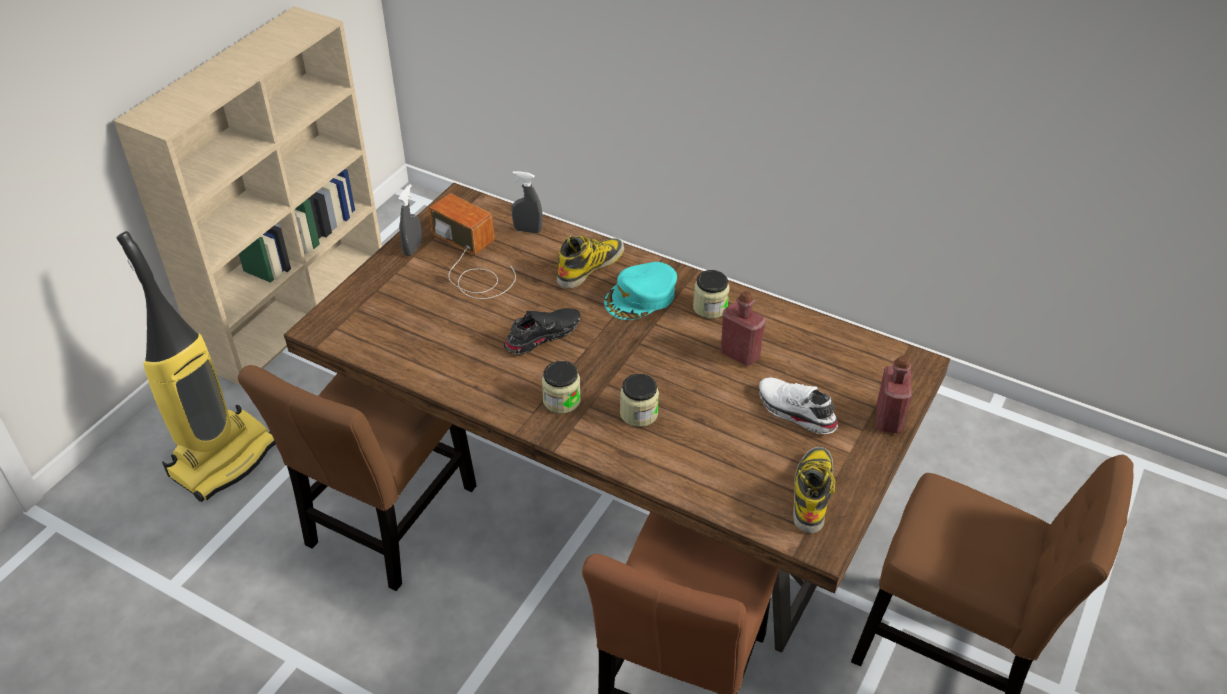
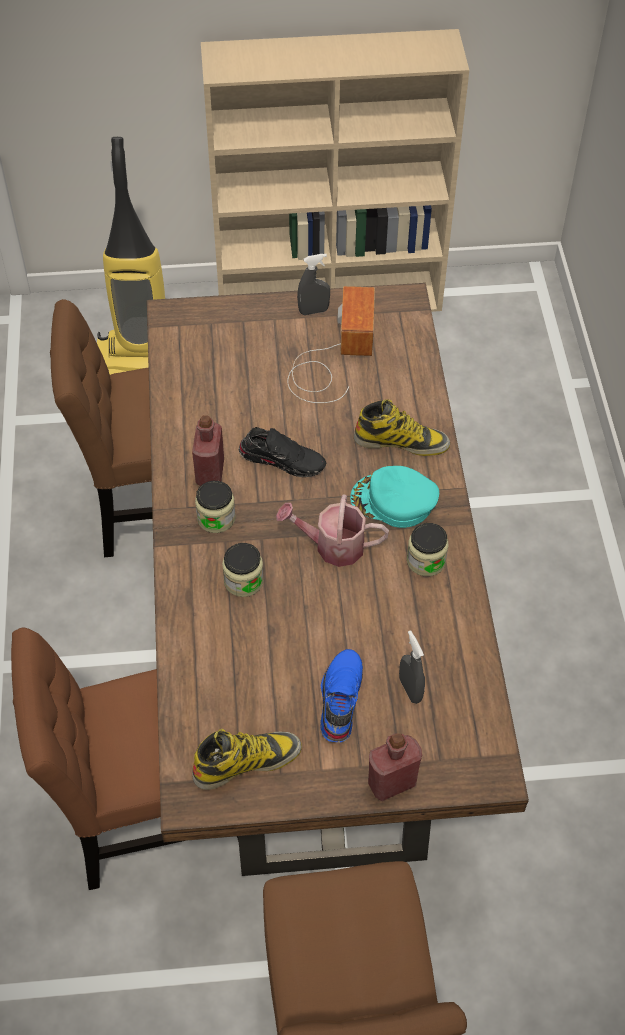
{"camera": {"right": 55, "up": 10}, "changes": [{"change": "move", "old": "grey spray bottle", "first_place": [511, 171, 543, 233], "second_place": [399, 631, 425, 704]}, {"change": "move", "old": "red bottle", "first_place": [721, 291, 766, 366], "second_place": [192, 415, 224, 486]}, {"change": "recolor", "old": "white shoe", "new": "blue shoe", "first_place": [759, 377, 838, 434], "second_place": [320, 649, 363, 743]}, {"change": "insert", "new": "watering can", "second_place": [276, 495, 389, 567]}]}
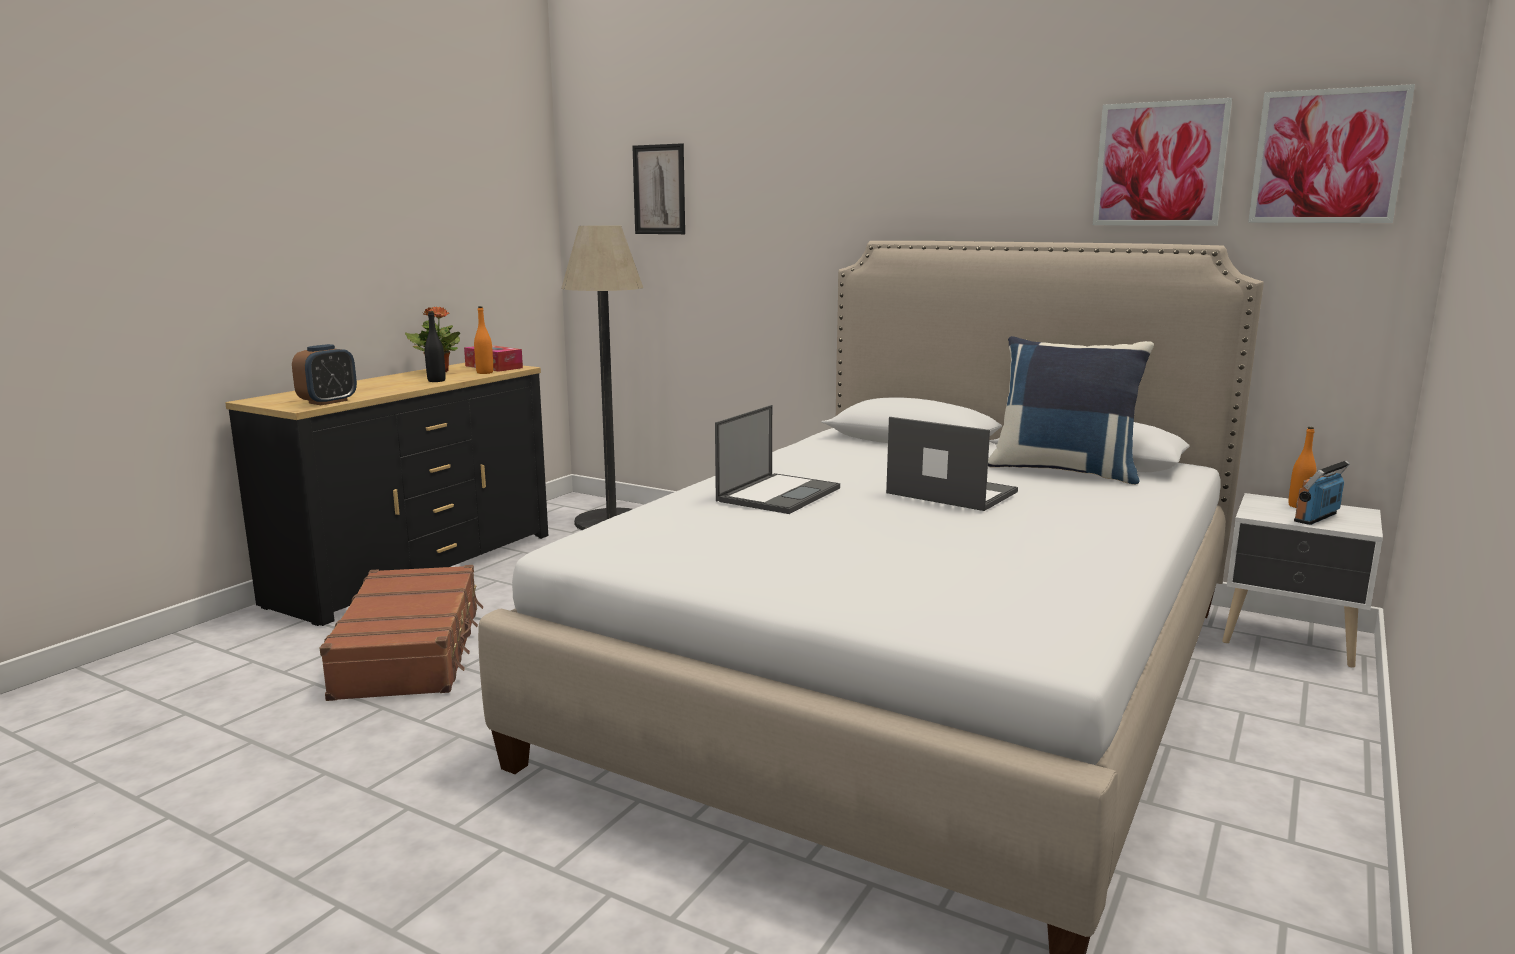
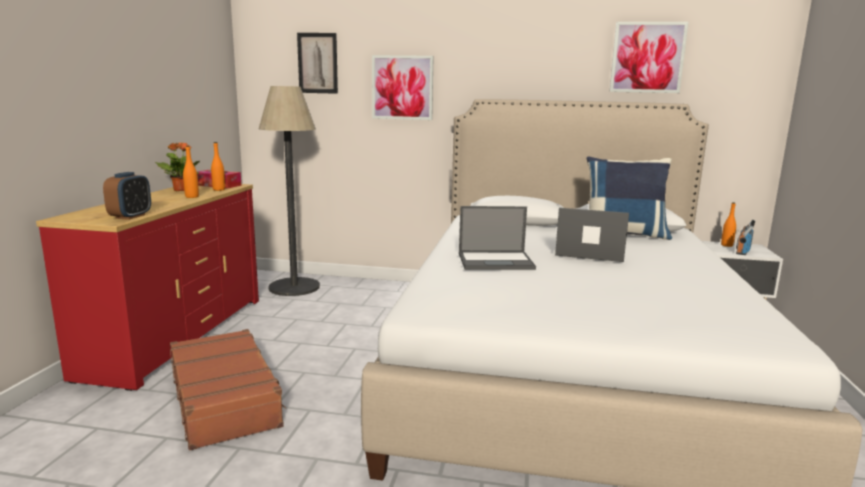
{"camera": {"right": -20, "up": 0}, "changes": [{"change": "move", "old": "picture", "first_place": [1248, 84, 1415, 223], "second_place": [372, 55, 434, 120]}, {"change": "recolor", "old": "black bottle", "new": "orange bottle", "first_place": [425, 311, 446, 382], "second_place": [183, 146, 199, 198]}, {"change": "recolor", "old": "black dresser", "new": "red dresser", "first_place": [225, 363, 548, 626], "second_place": [36, 184, 259, 391]}, {"change": "rotate", "old": "laptop", "first_place": [715, 405, 840, 514], "second_place": [459, 206, 536, 270], "degrees": 75}]}
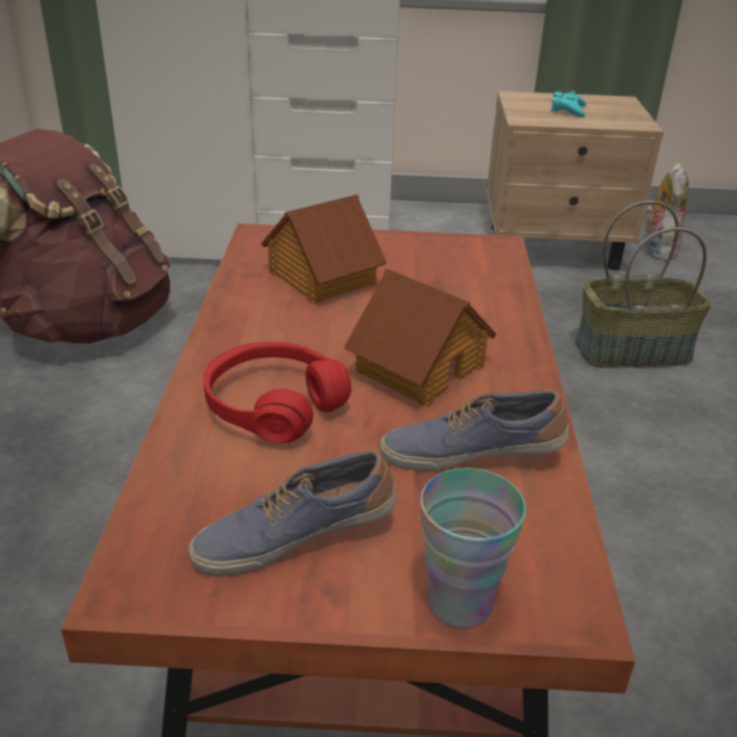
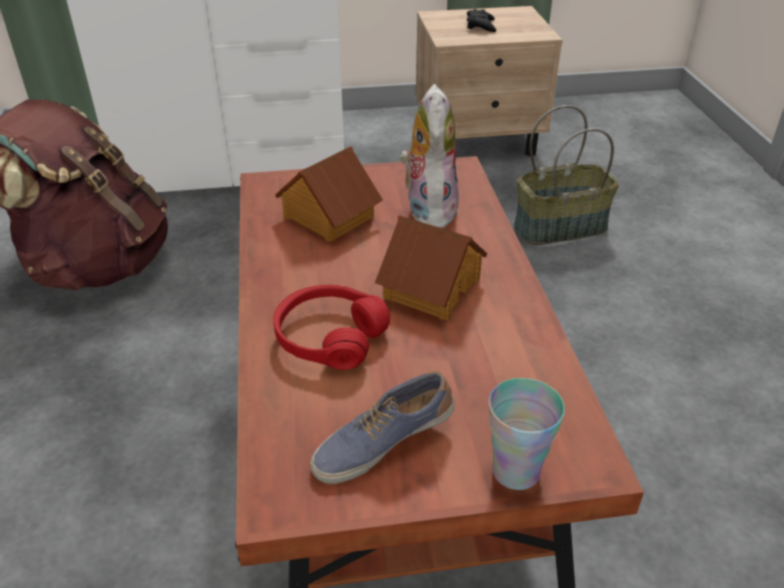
{"camera": {"right": -10, "up": 5}, "changes": [{"change": "recolor", "old": "turquoise game controller", "new": "black game controller", "first_place": [551, 91, 587, 117], "second_place": [467, 9, 496, 32]}, {"change": "move", "old": "plush toy", "first_place": [646, 163, 689, 261], "second_place": [400, 84, 459, 229]}, {"change": "delete", "old": "shoe", "first_place": [380, 389, 569, 471]}]}
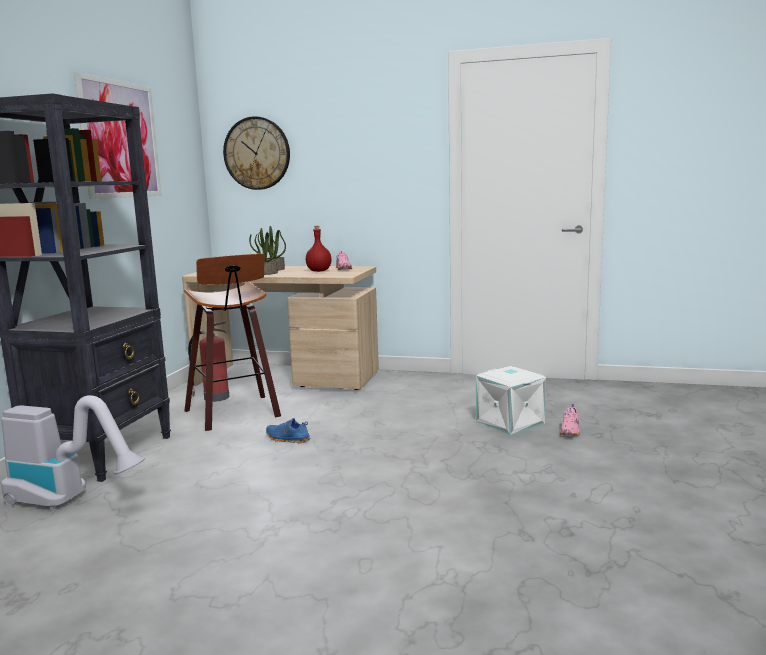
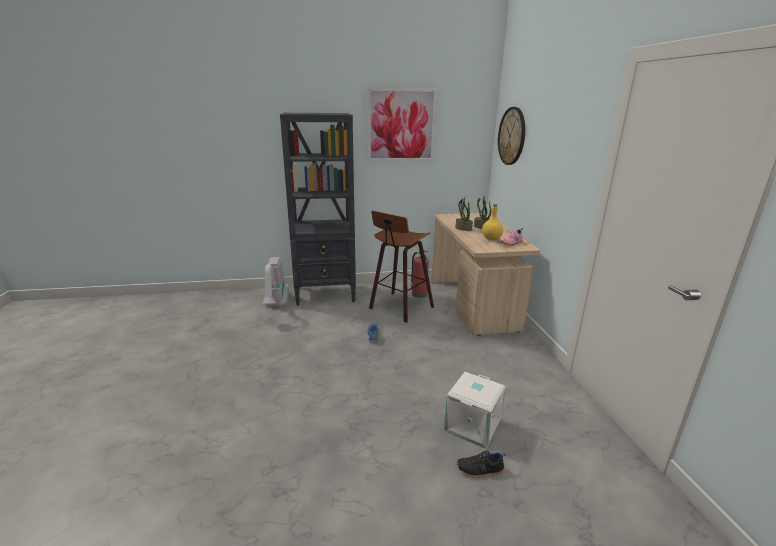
{"camera": {"right": 65, "up": 10}, "changes": [{"change": "recolor", "old": "red bottle", "new": "yellow bottle", "first_place": [306, 226, 332, 272], "second_place": [482, 204, 503, 240]}, {"change": "recolor", "old": "pink shoe", "new": "black shoe", "first_place": [560, 404, 580, 436], "second_place": [457, 451, 506, 478]}]}
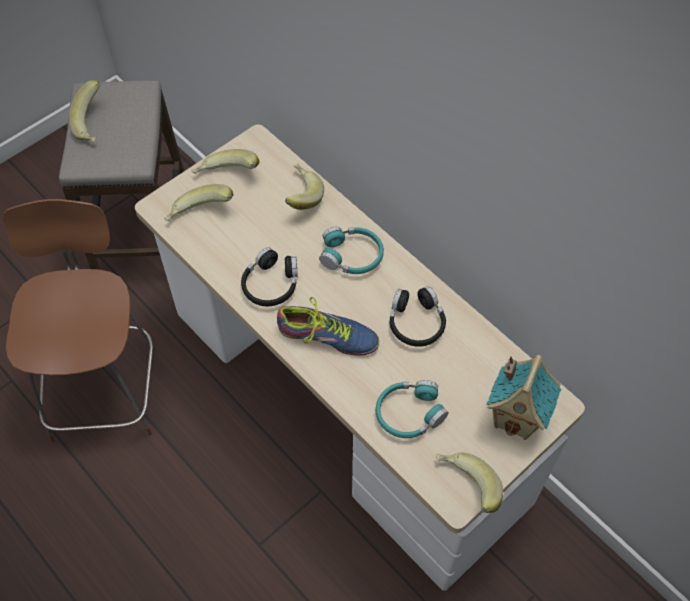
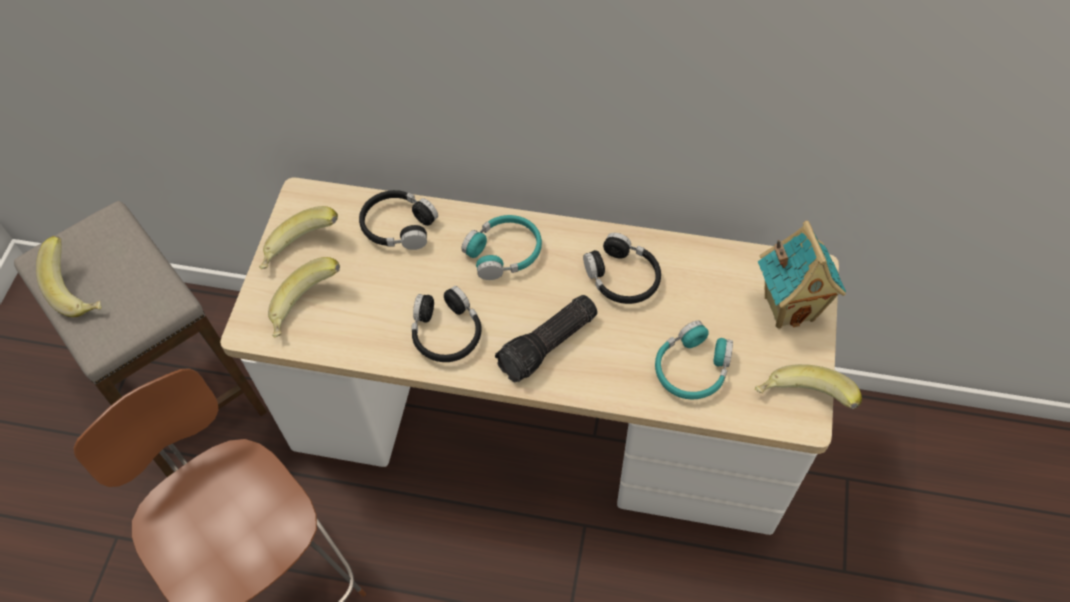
{"camera": {"right": -35, "up": 0}, "changes": [{"change": "replace", "old": "banana", "new": "black headphones", "first_place": [285, 163, 324, 210], "second_place": [359, 190, 438, 250]}, {"change": "replace", "old": "shoe", "new": "flashlight", "first_place": [277, 297, 379, 356], "second_place": [495, 295, 598, 382]}]}
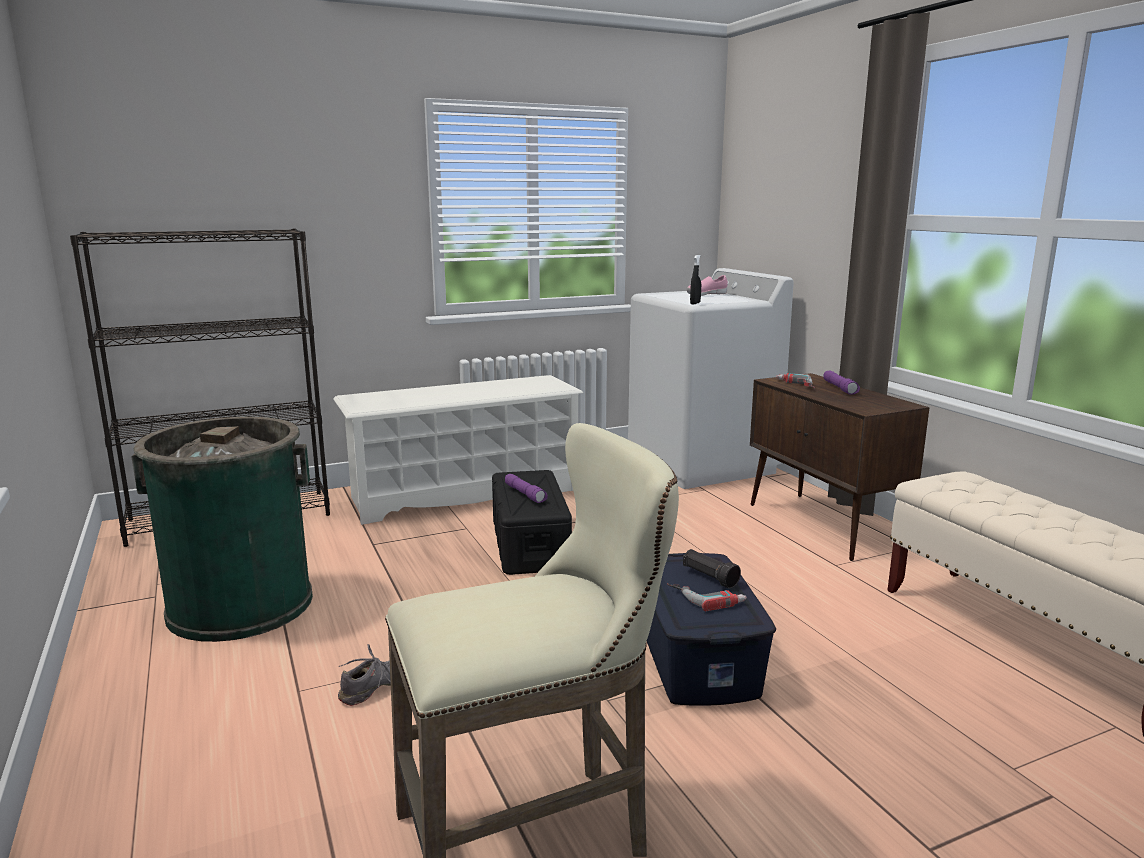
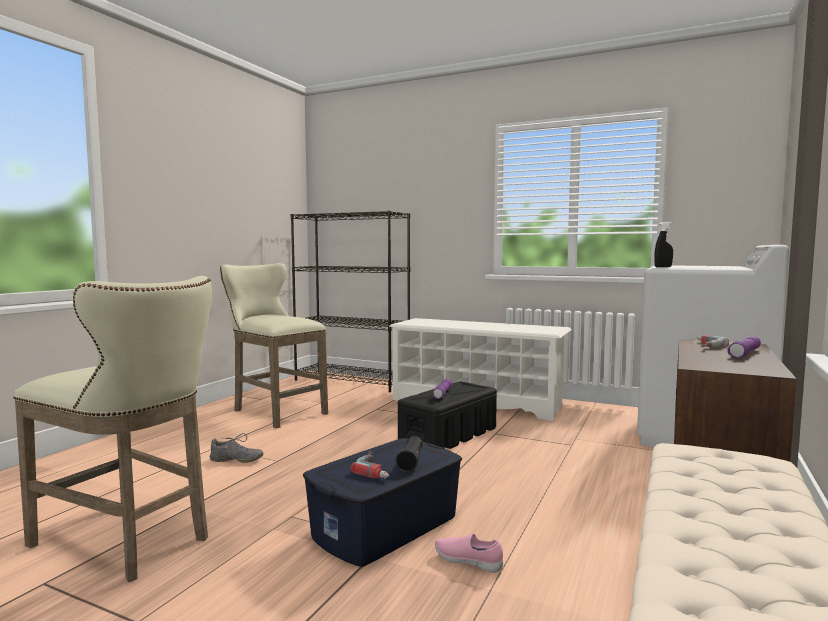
{"camera": {"right": 50, "up": -10}, "changes": [{"change": "move", "old": "pink shoe", "first_place": [687, 275, 728, 296], "second_place": [435, 534, 503, 573]}, {"change": "replace", "old": "green trash can", "new": "beige stool", "first_place": [132, 417, 313, 642], "second_place": [220, 263, 328, 429]}]}
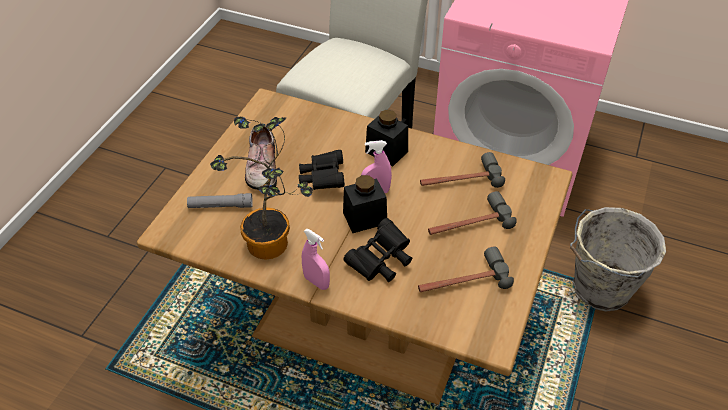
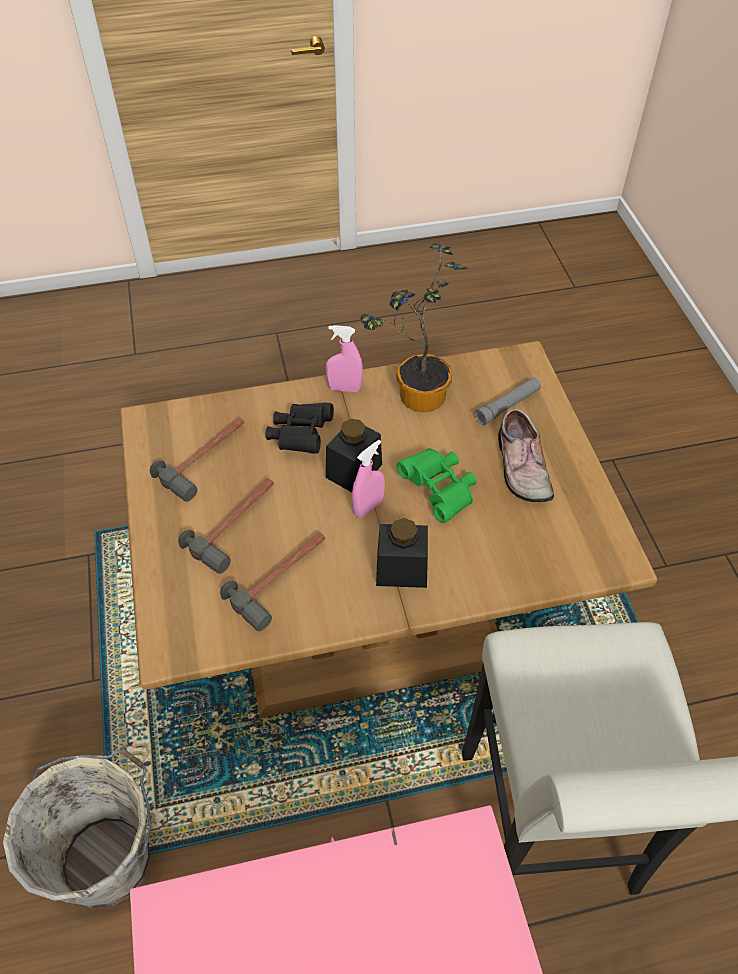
{"camera": {"right": 145, "up": 5}, "changes": [{"change": "rotate", "old": "shoe", "first_place": [245, 126, 277, 190], "second_place": [498, 409, 554, 502], "degrees": -150}, {"change": "recolor", "old": "black binoculars", "new": "green binoculars", "first_place": [299, 150, 345, 190], "second_place": [397, 448, 477, 523]}]}
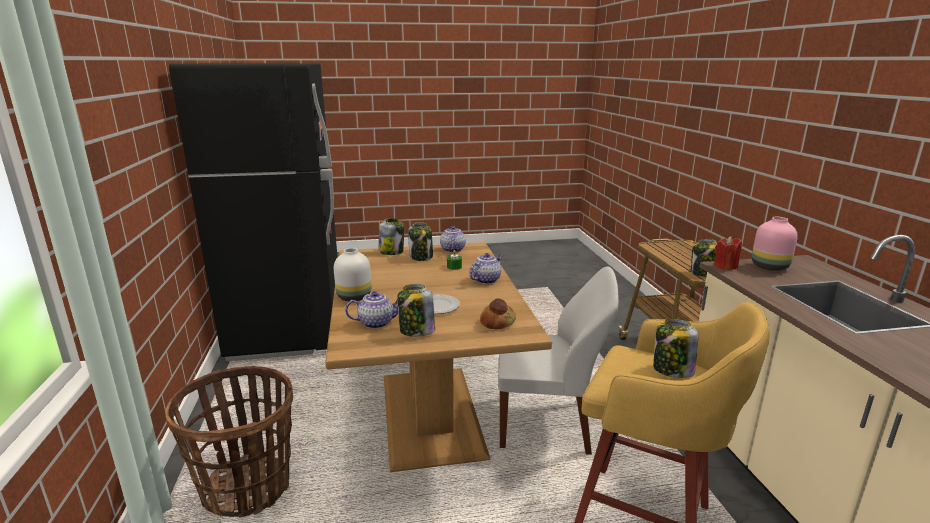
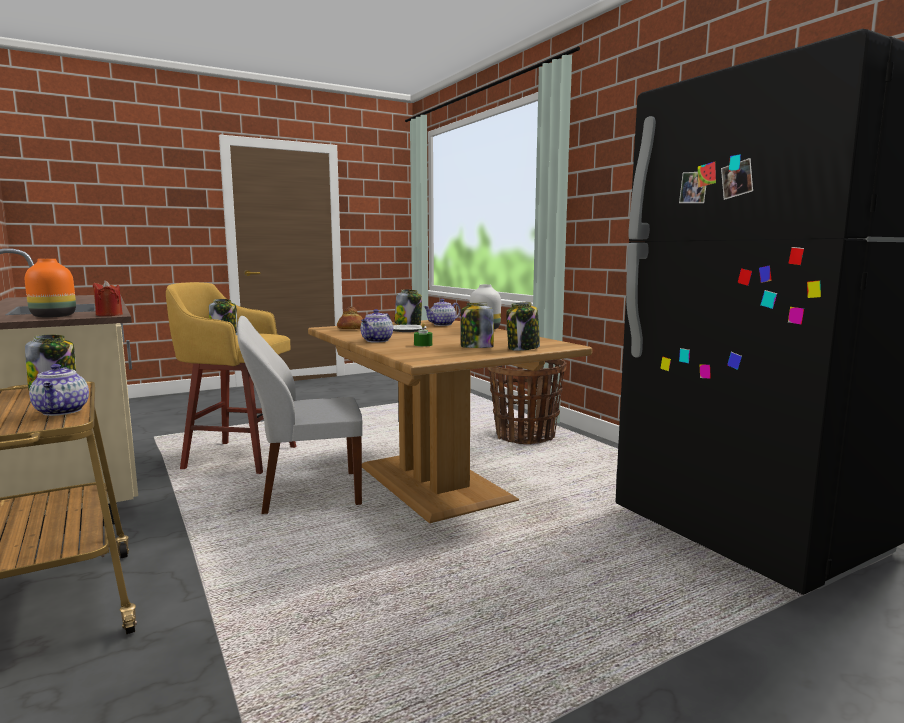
{"camera": {"right": 160, "up": -10}, "changes": [{"change": "recolor", "old": "pink vase", "new": "orange vase", "first_place": [752, 217, 798, 271], "second_place": [25, 259, 76, 318]}, {"change": "move", "old": "teapot", "first_place": [440, 226, 466, 253], "second_place": [29, 364, 89, 416]}]}
